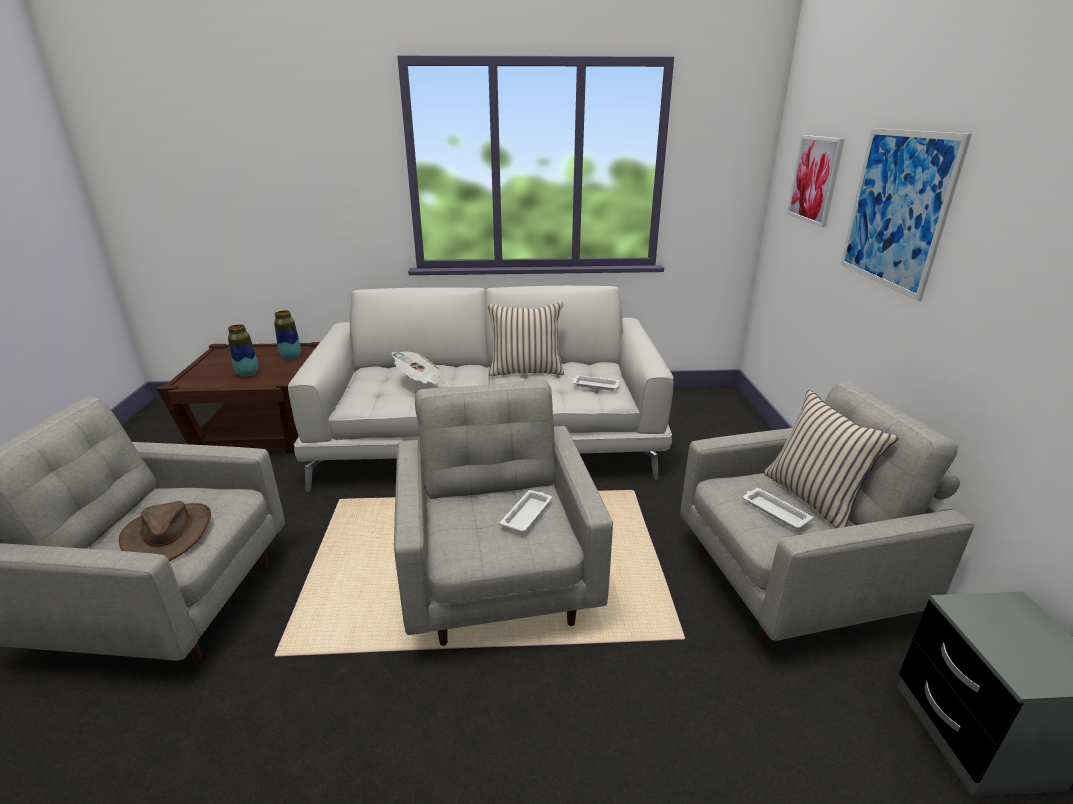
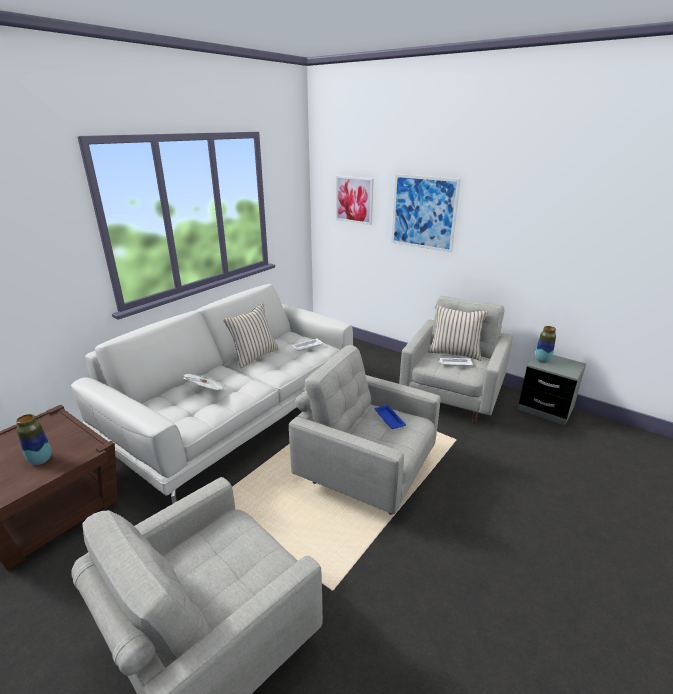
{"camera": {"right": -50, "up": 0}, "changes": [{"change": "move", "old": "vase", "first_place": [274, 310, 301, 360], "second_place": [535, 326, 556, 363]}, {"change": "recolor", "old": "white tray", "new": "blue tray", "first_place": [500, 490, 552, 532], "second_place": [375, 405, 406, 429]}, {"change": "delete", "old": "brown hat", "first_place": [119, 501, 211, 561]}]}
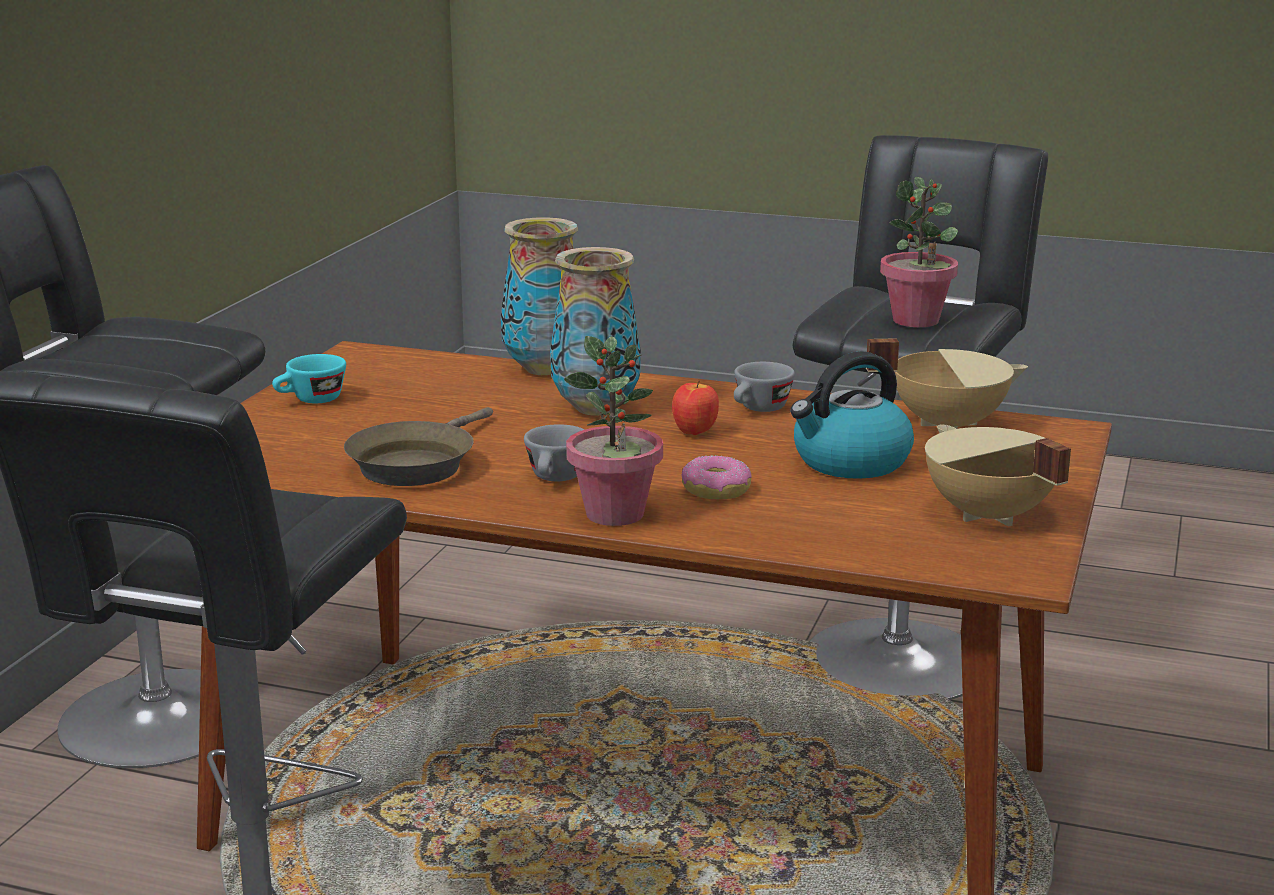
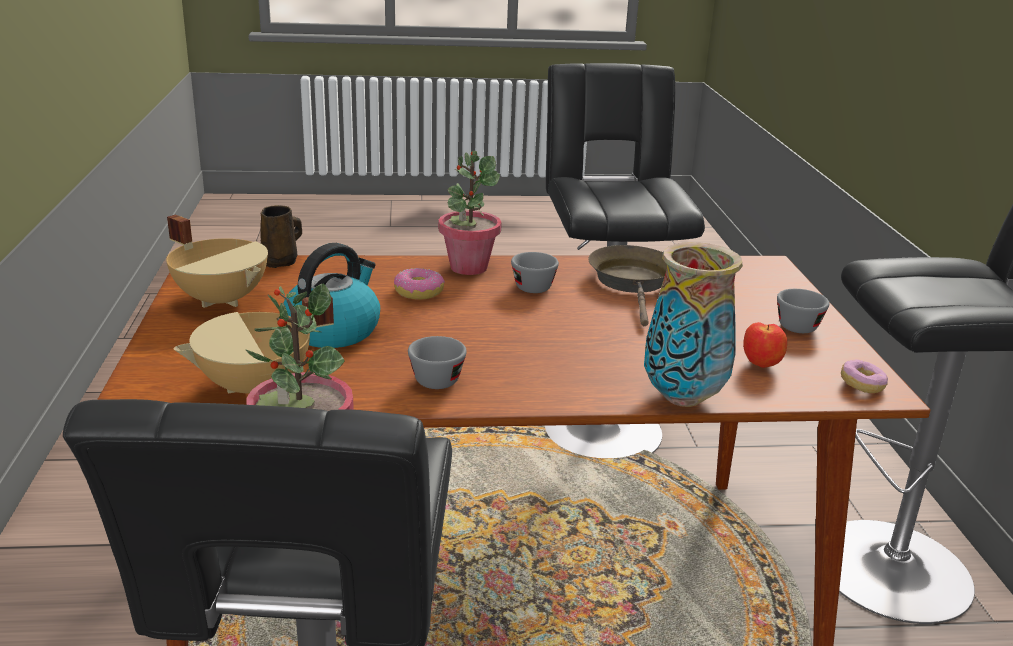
{"camera": {"right": 155, "up": 5}, "changes": [{"change": "delete", "old": "vase", "first_place": [550, 247, 641, 416]}, {"change": "recolor", "old": "turquoise cup", "new": "grey cup", "first_place": [272, 354, 346, 403], "second_place": [777, 289, 830, 333]}, {"change": "move", "old": "apple", "first_place": [672, 381, 719, 435], "second_place": [743, 322, 787, 368]}, {"change": "insert", "new": "brown mug", "second_place": [260, 205, 302, 268]}, {"change": "insert", "new": "donut", "second_place": [841, 359, 888, 393]}]}
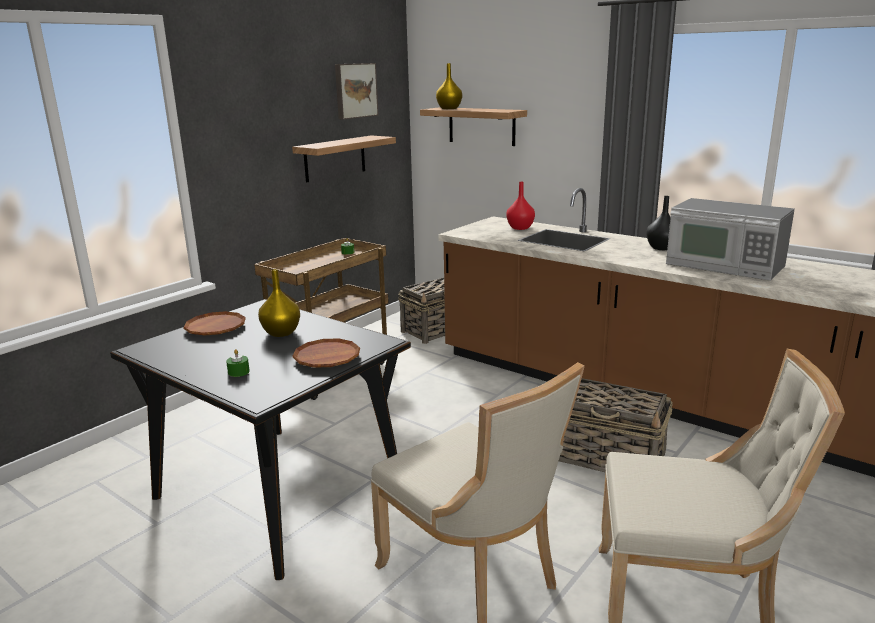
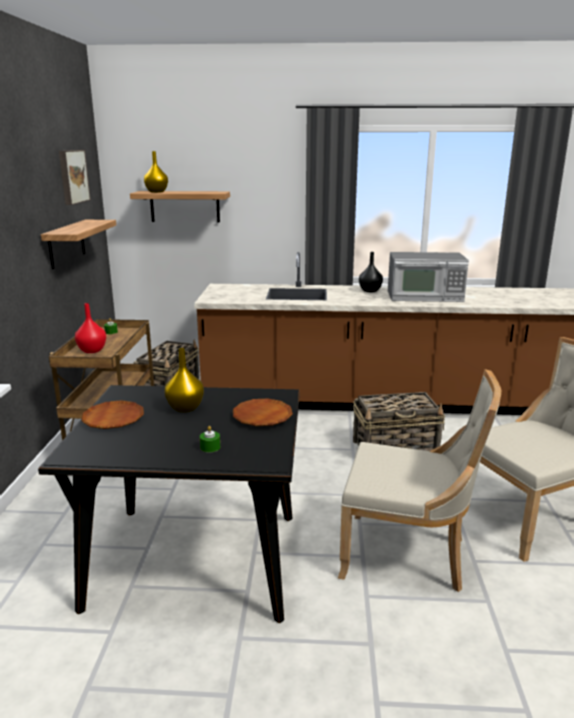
{"camera": {"right": -35, "up": 0}, "changes": [{"change": "move", "old": "red vase", "first_place": [506, 182, 535, 230], "second_place": [75, 303, 106, 353]}]}
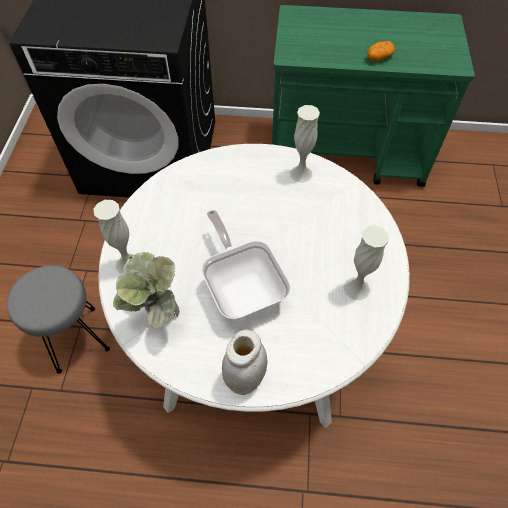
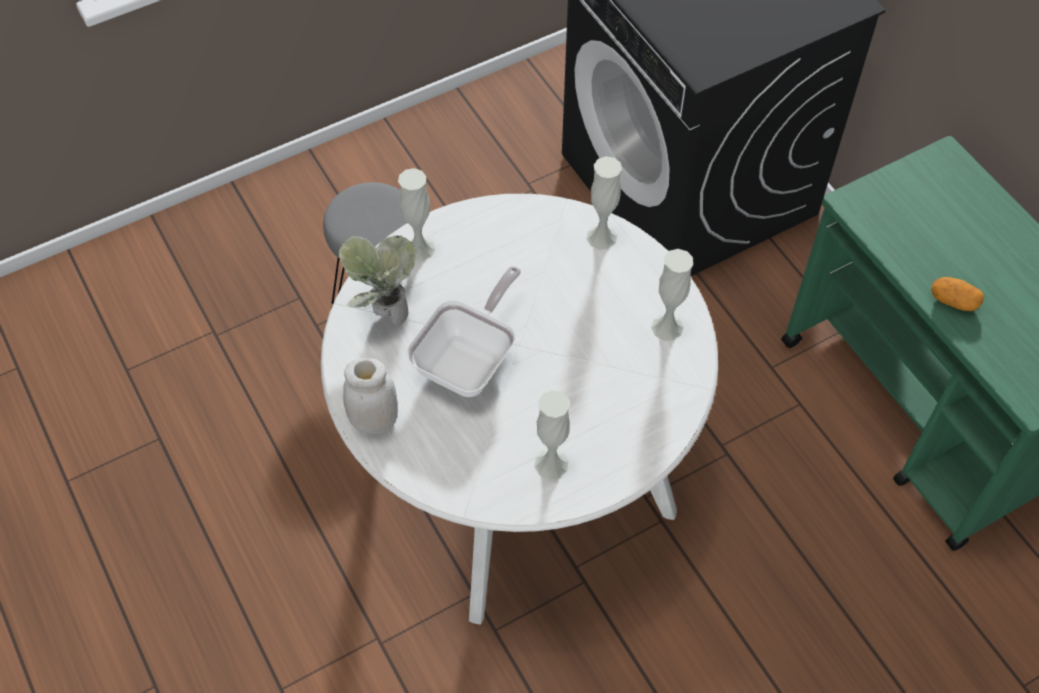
{"camera": {"right": 55, "up": 0}, "changes": [{"change": "insert", "new": "white vase", "second_place": [586, 156, 622, 250]}]}
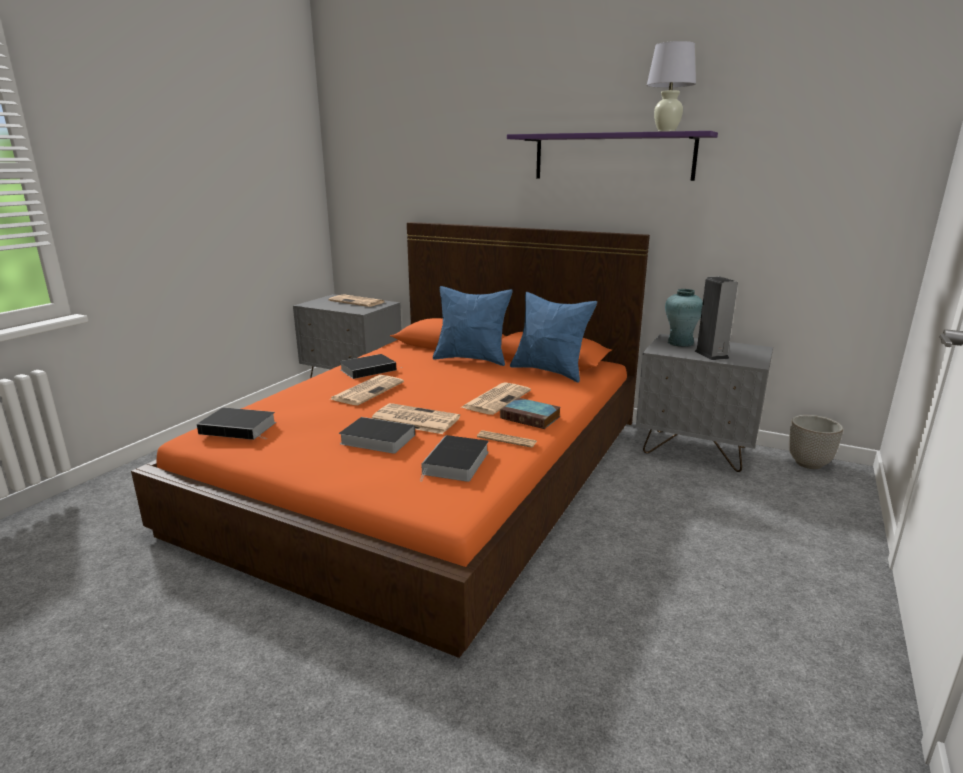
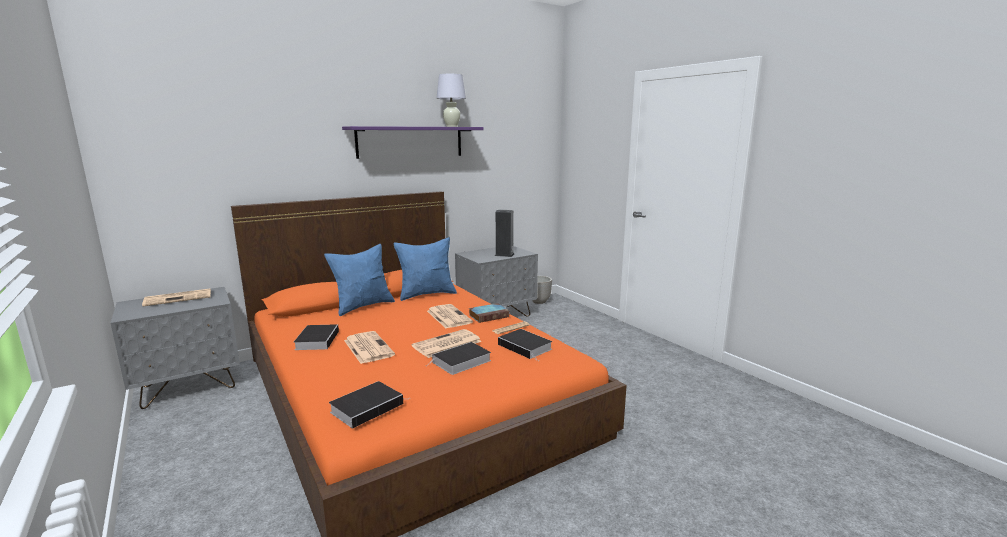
{"camera": {"right": -60, "up": -5}, "changes": [{"change": "delete", "old": "turquoise vase", "first_place": [665, 289, 703, 347]}]}
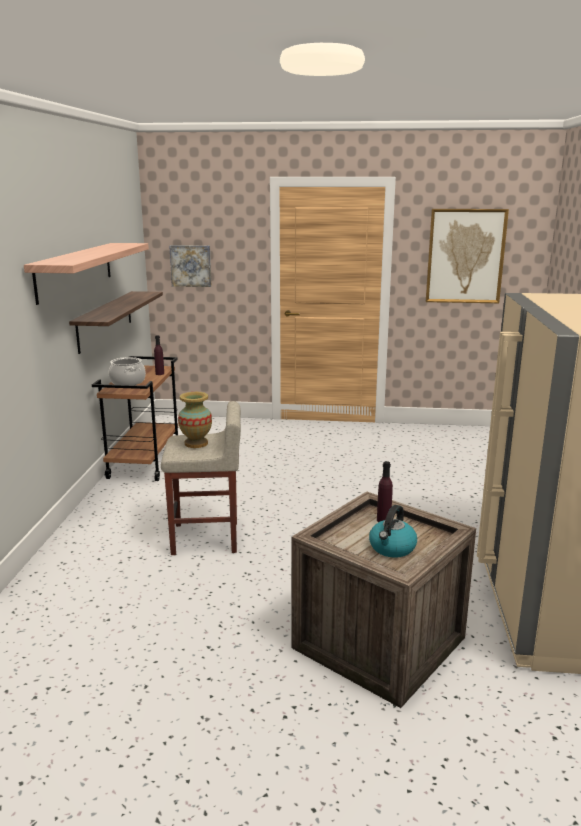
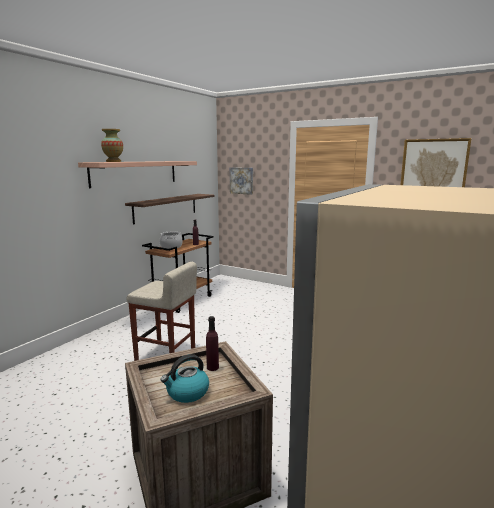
{"camera": {"right": 25, "up": -5}, "changes": [{"change": "move", "old": "vase", "first_place": [178, 392, 212, 448], "second_place": [101, 129, 123, 162]}]}
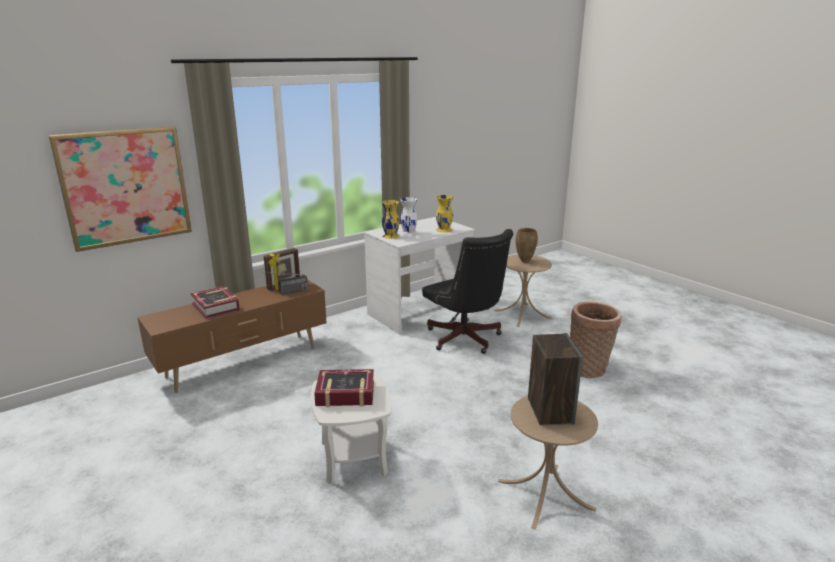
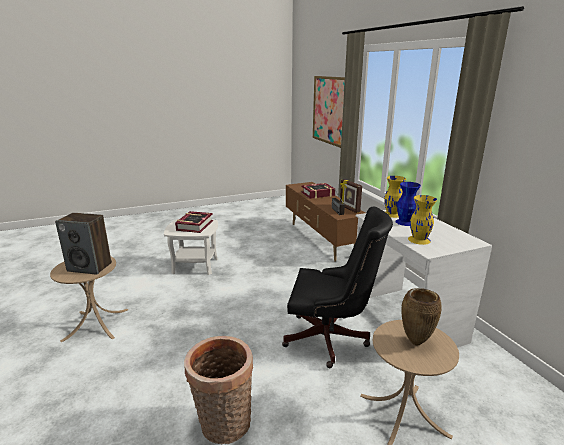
{"camera": {"right": 105, "up": 0}, "changes": [{"change": "recolor", "old": "white vase", "new": "blue vase", "first_place": [400, 197, 417, 235], "second_place": [395, 182, 421, 226]}, {"change": "rotate", "old": "black office chair", "first_place": [422, 229, 513, 354], "second_place": [282, 207, 393, 368], "degrees": -150}]}
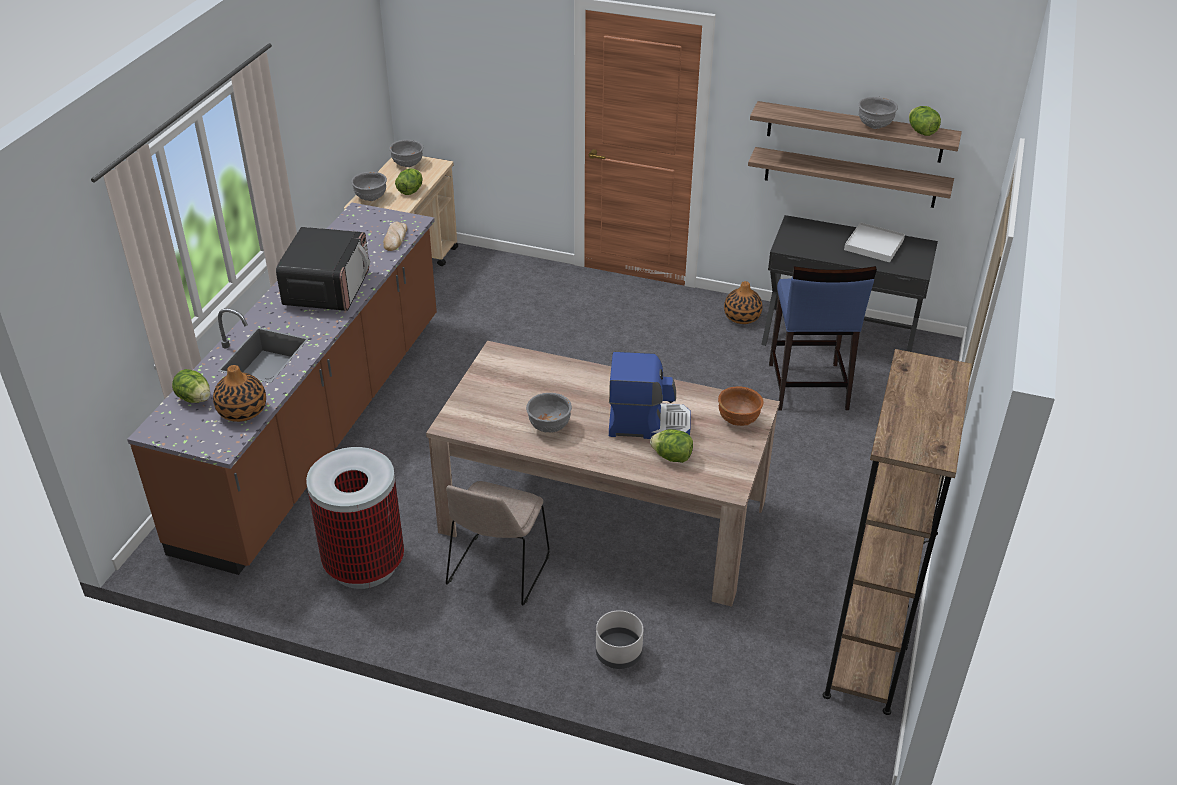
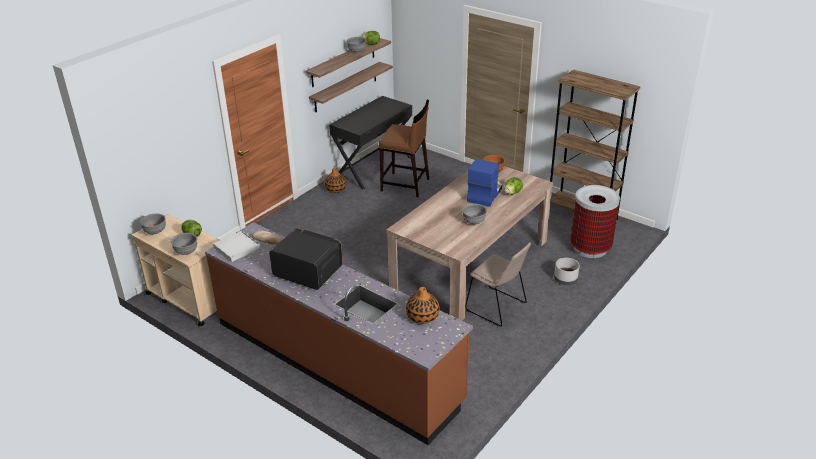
{"camera": {"right": -70, "up": -5}, "changes": [{"change": "move", "old": "white tray", "first_place": [844, 222, 905, 263], "second_place": [213, 231, 260, 262]}, {"change": "recolor", "old": "blue stool", "new": "brown stool", "first_place": [769, 266, 877, 410], "second_place": [379, 100, 429, 197]}, {"change": "delete", "old": "lettuce", "first_place": [172, 369, 210, 403]}, {"change": "move", "old": "trash can", "first_place": [306, 447, 404, 589], "second_place": [570, 185, 620, 258]}]}
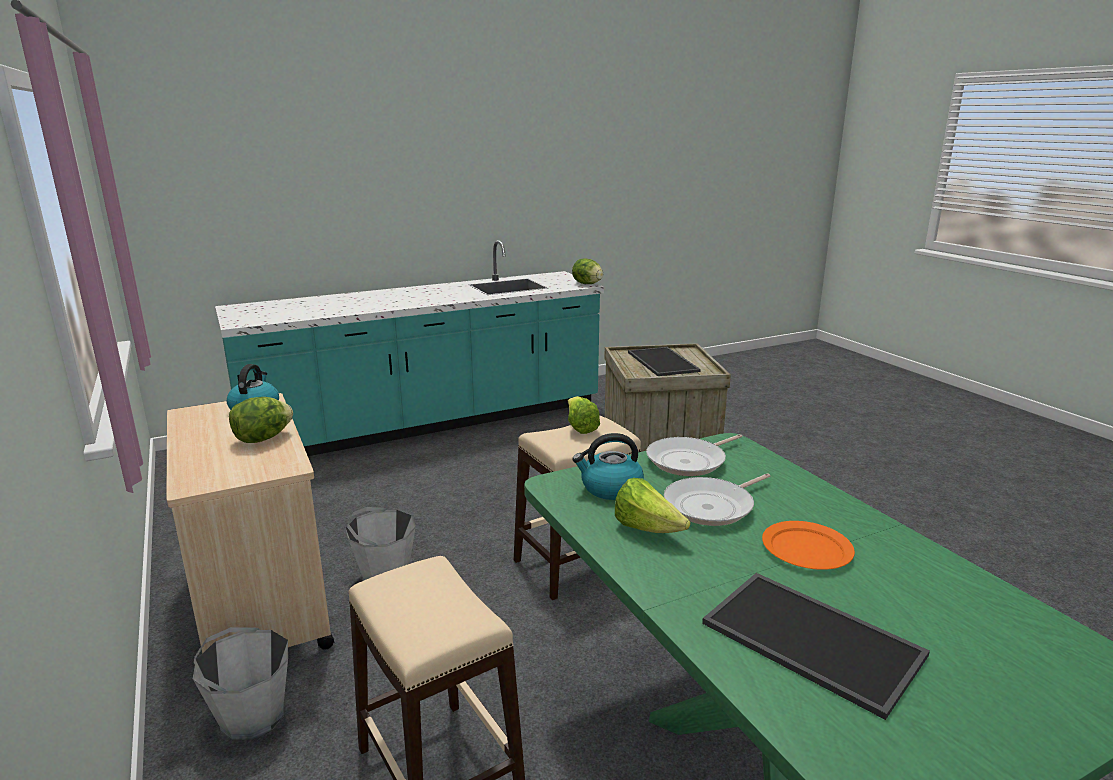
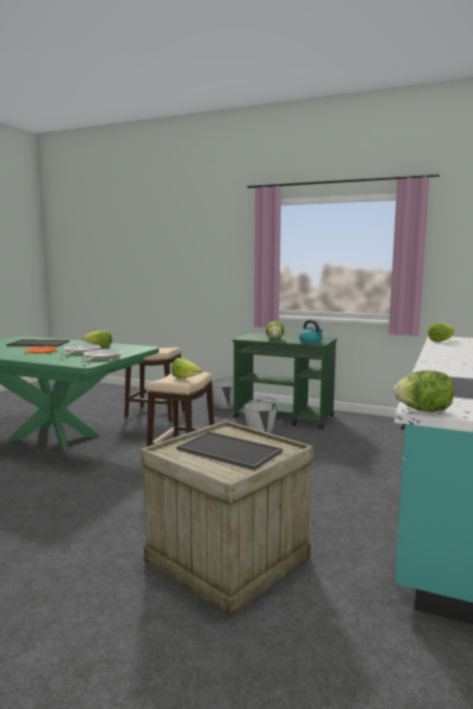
{"camera": {"right": 140, "up": -10}, "changes": [{"change": "recolor", "old": "beige cart", "new": "green cart", "first_place": [167, 393, 335, 653], "second_place": [233, 333, 337, 429]}, {"change": "delete", "old": "kettle", "first_place": [572, 433, 644, 500]}, {"change": "insert", "new": "lettuce", "second_place": [427, 323, 454, 342]}]}
